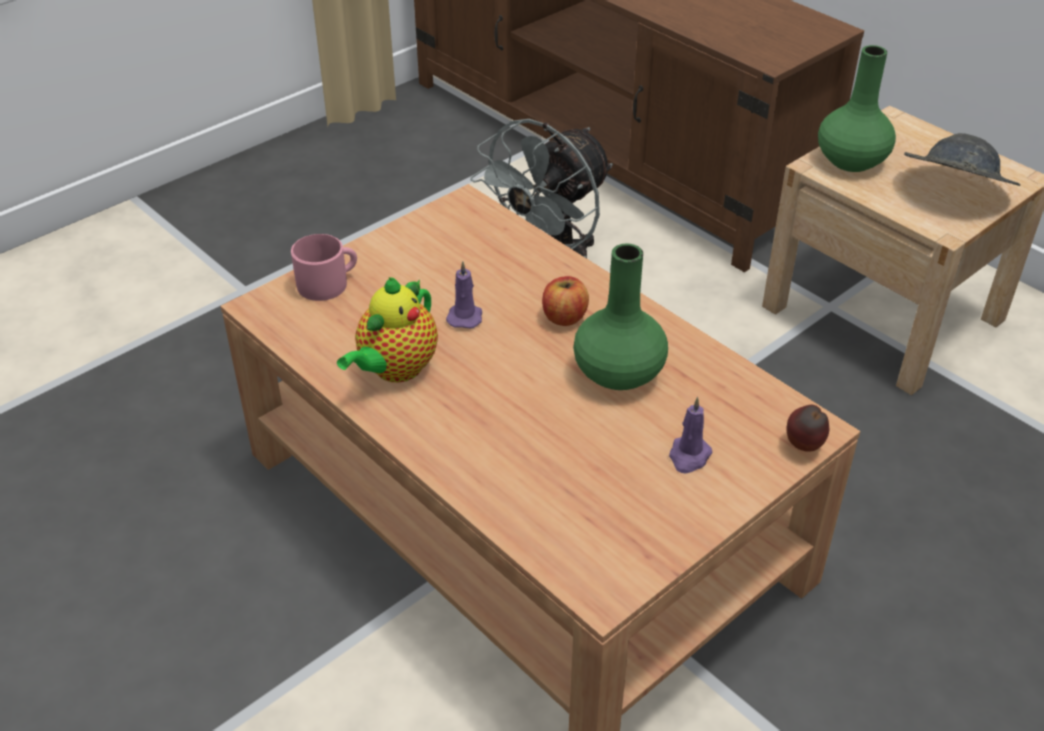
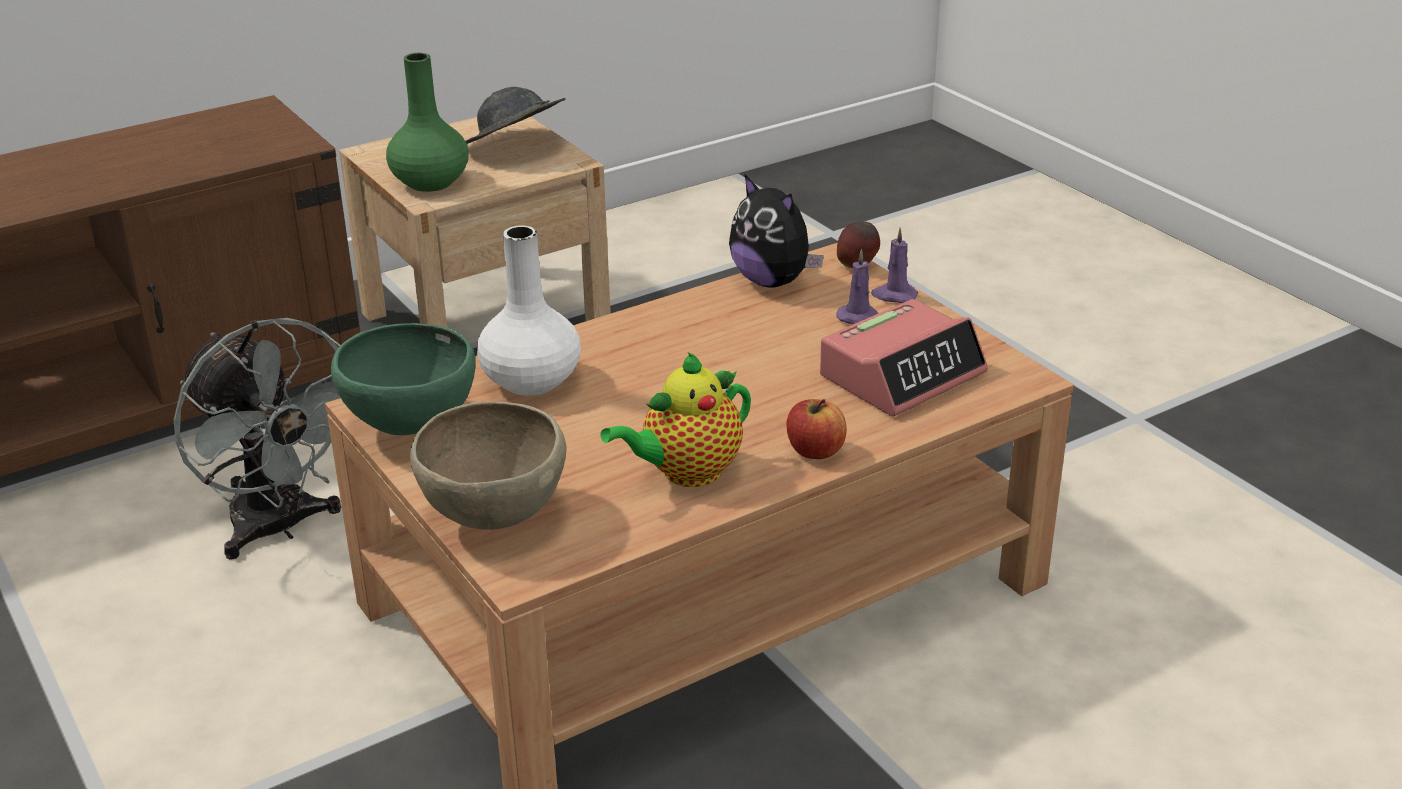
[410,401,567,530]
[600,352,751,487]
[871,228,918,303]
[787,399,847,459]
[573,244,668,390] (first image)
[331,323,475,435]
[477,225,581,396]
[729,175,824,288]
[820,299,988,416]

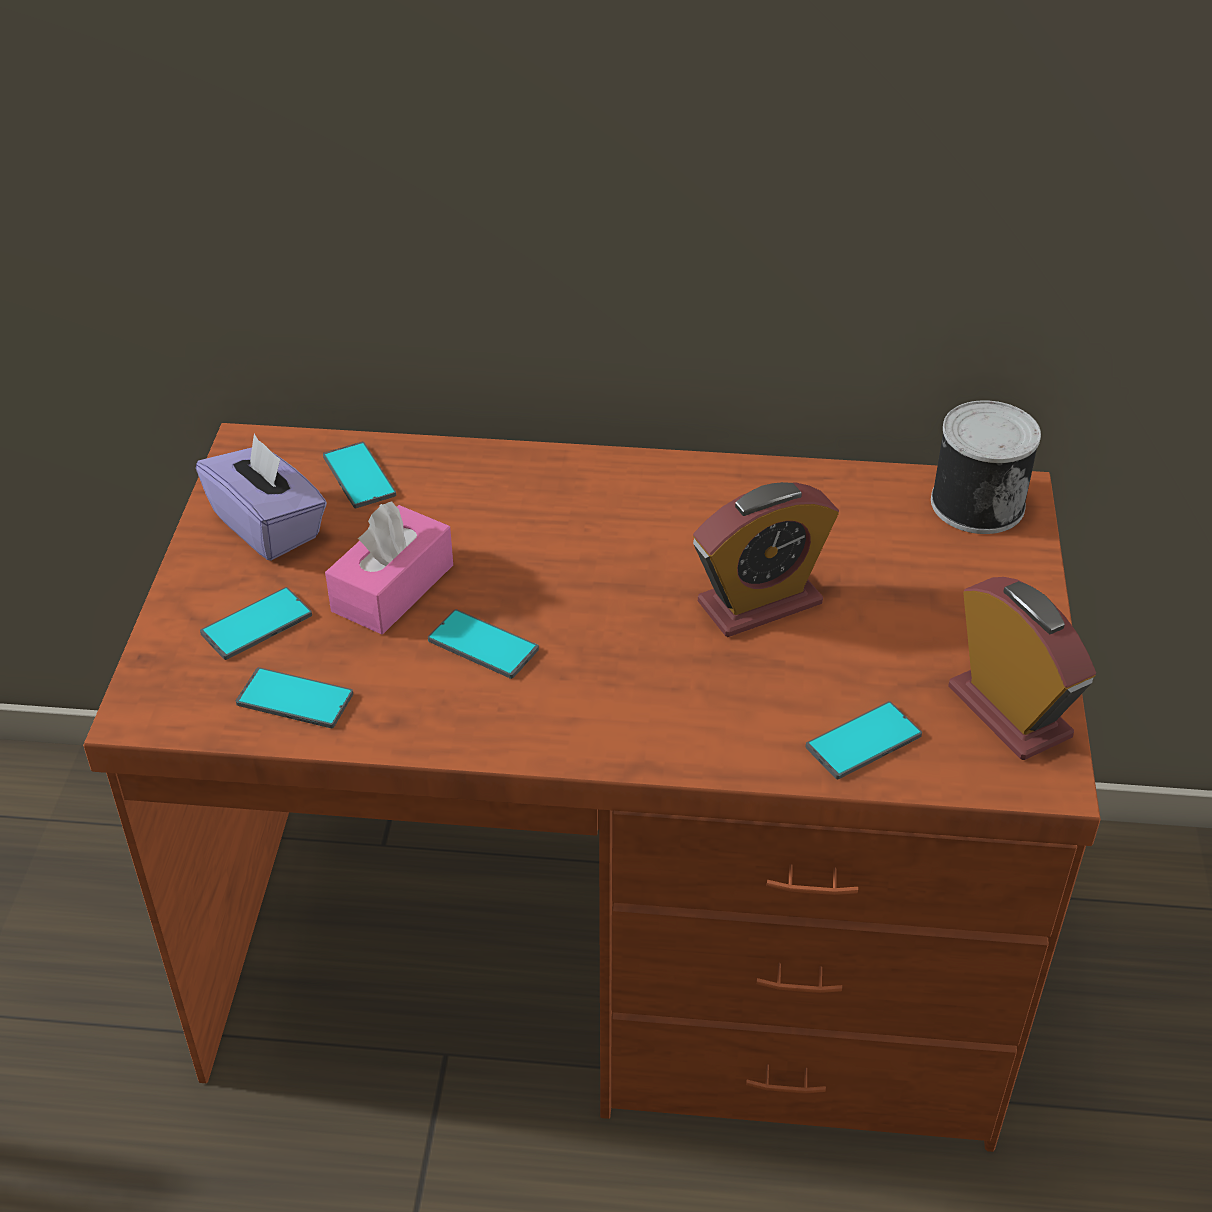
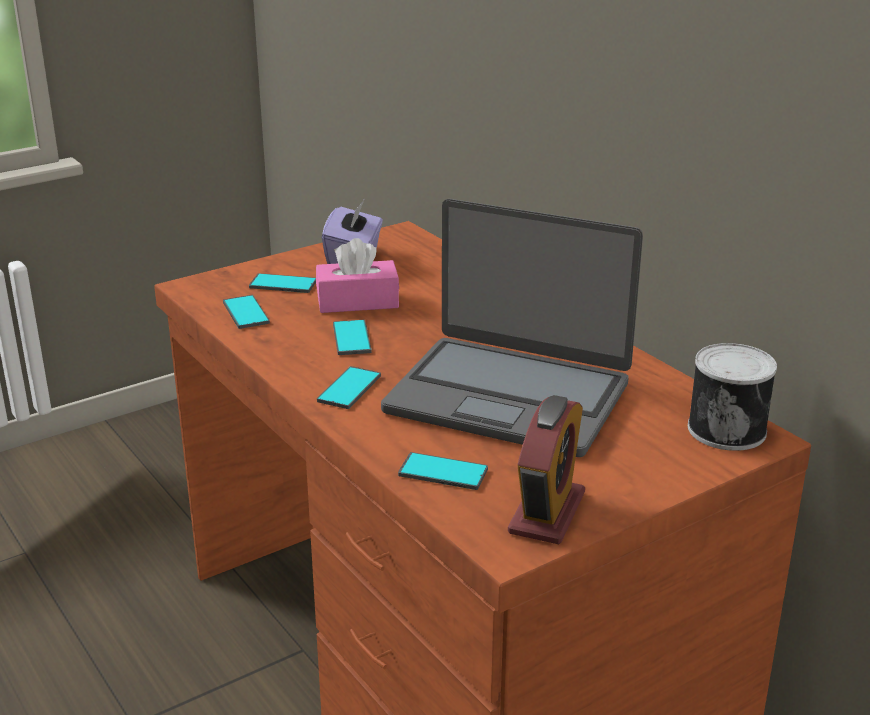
[317,366,381,409]
[381,199,643,457]

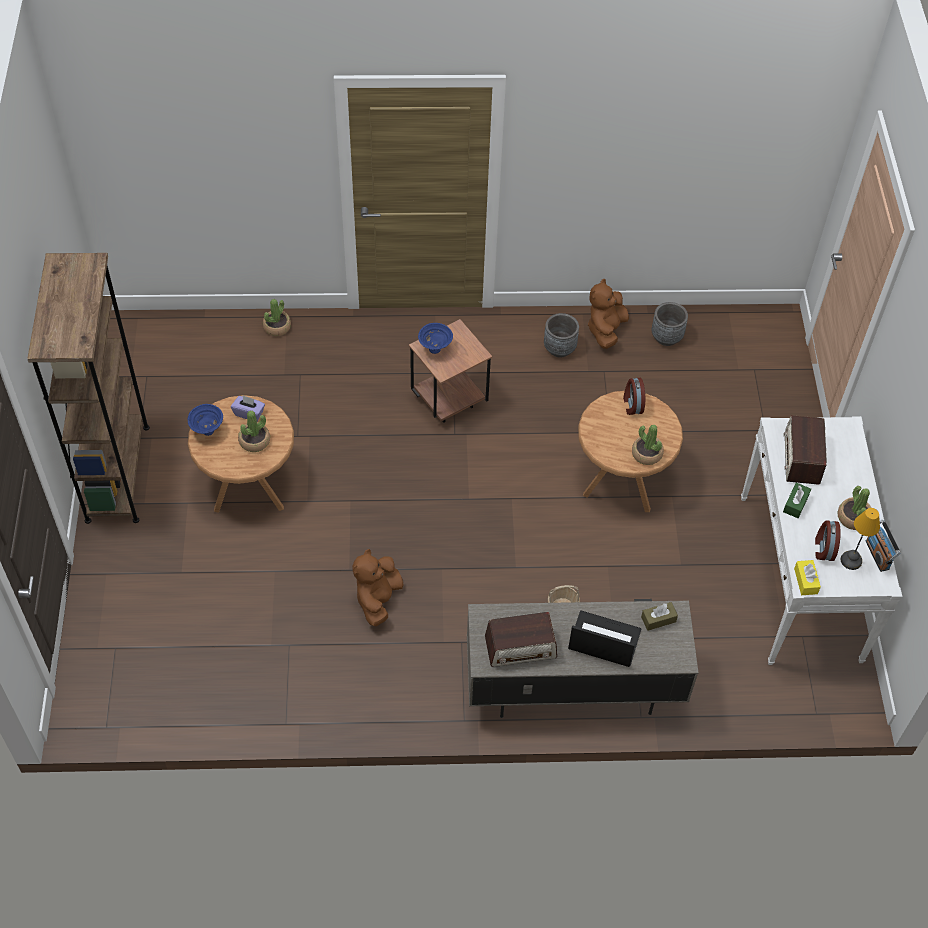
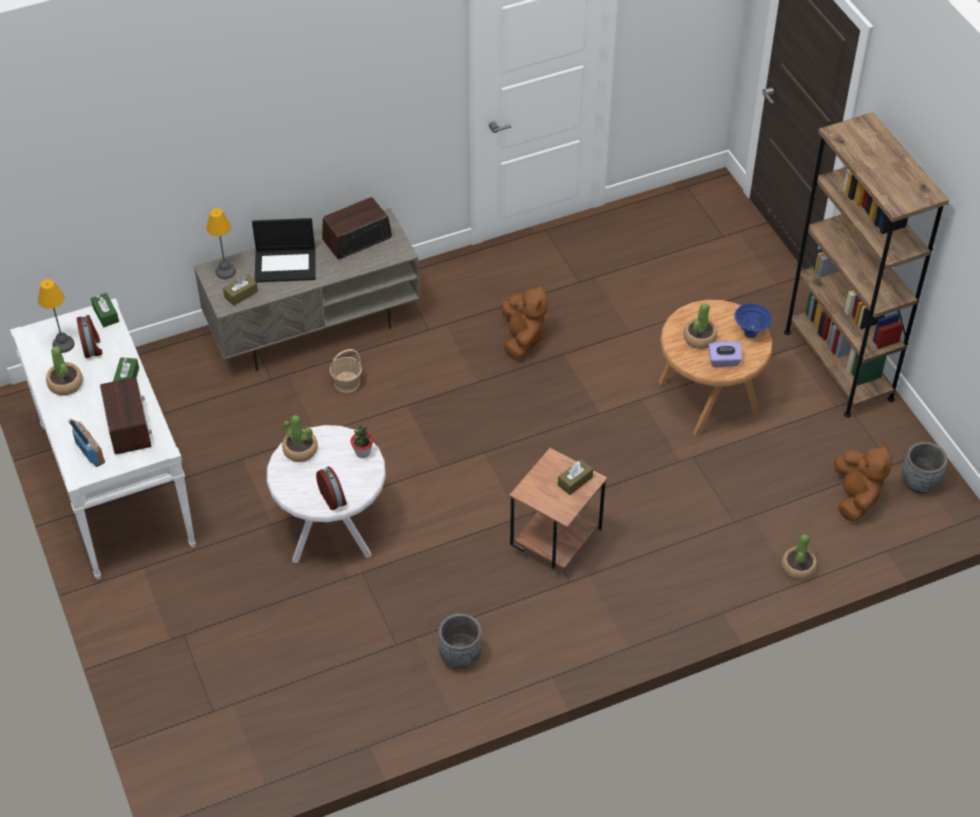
[558,459,593,495]
[267,425,386,563]
[834,442,892,521]
[902,442,948,494]
[91,293,119,328]
[68,418,105,467]
[207,208,236,279]
[351,425,373,458]

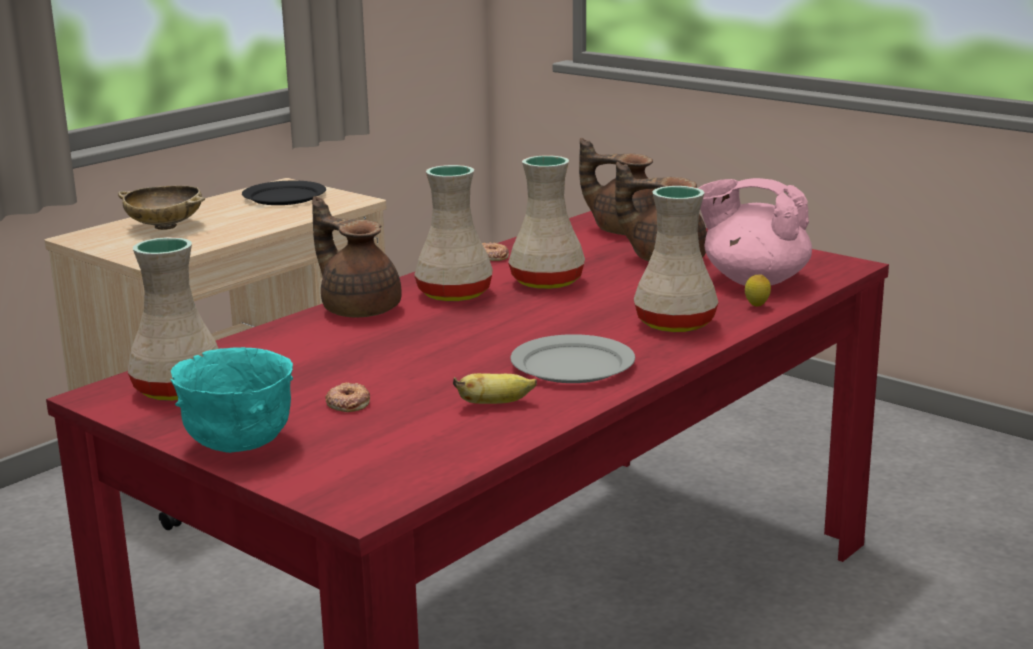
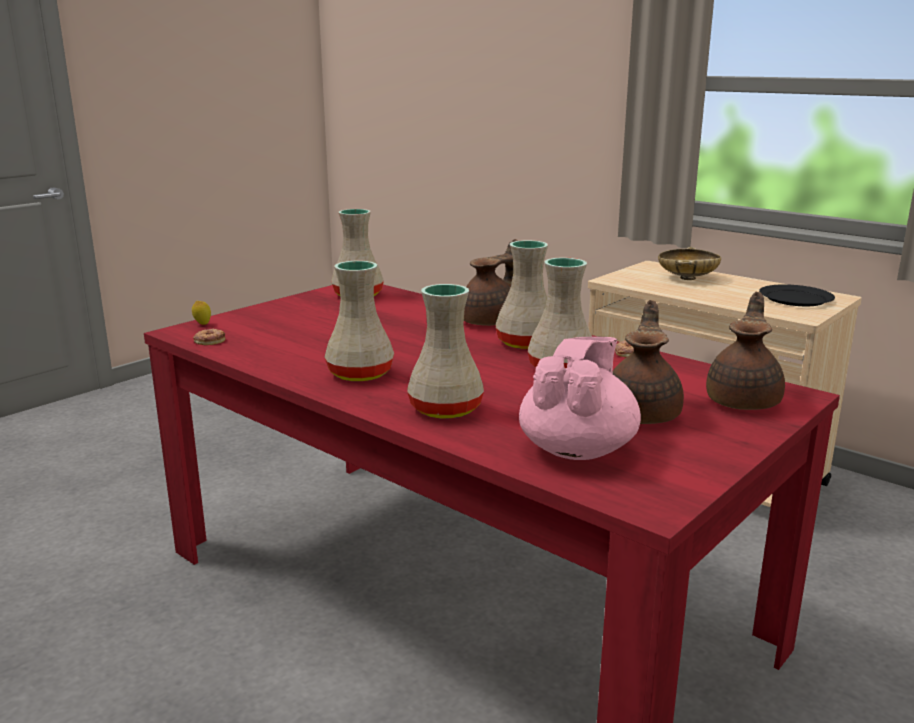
[171,347,293,453] (first image)
[193,328,225,345]
[453,373,537,404] (first image)
[325,261,394,381]
[192,301,211,325]

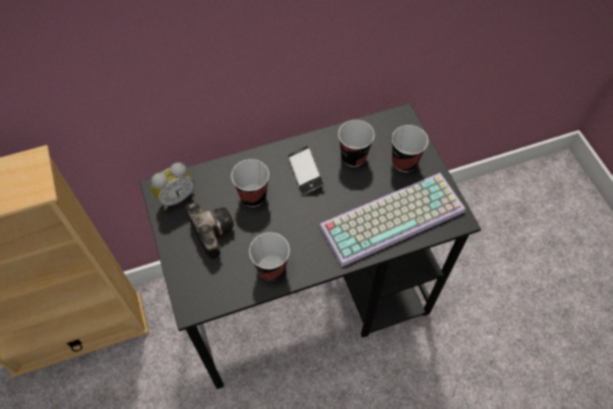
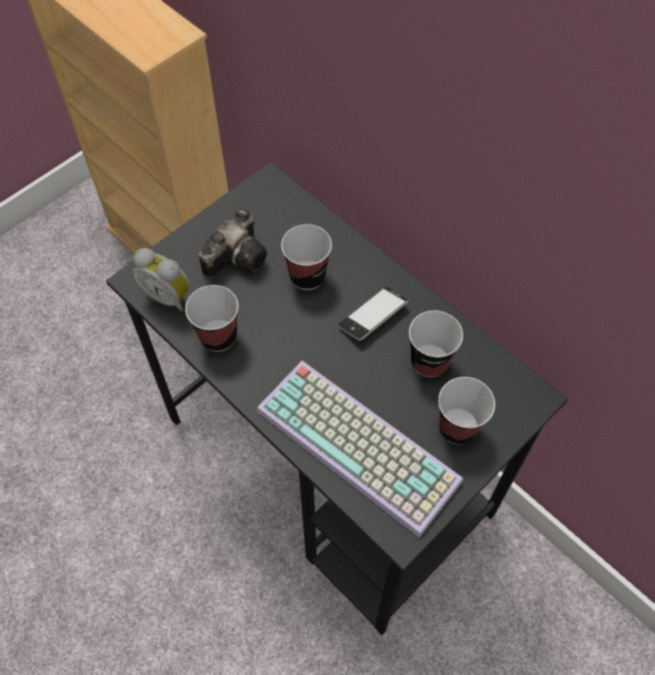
[132,248,190,312]

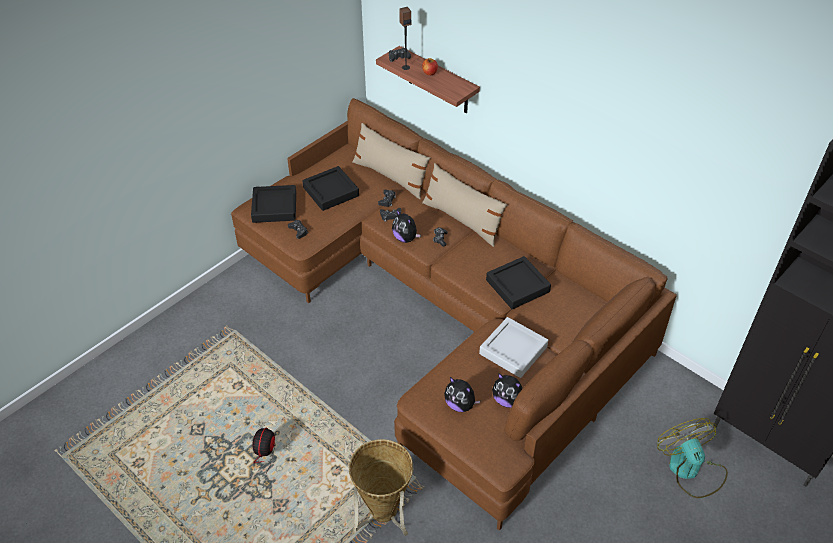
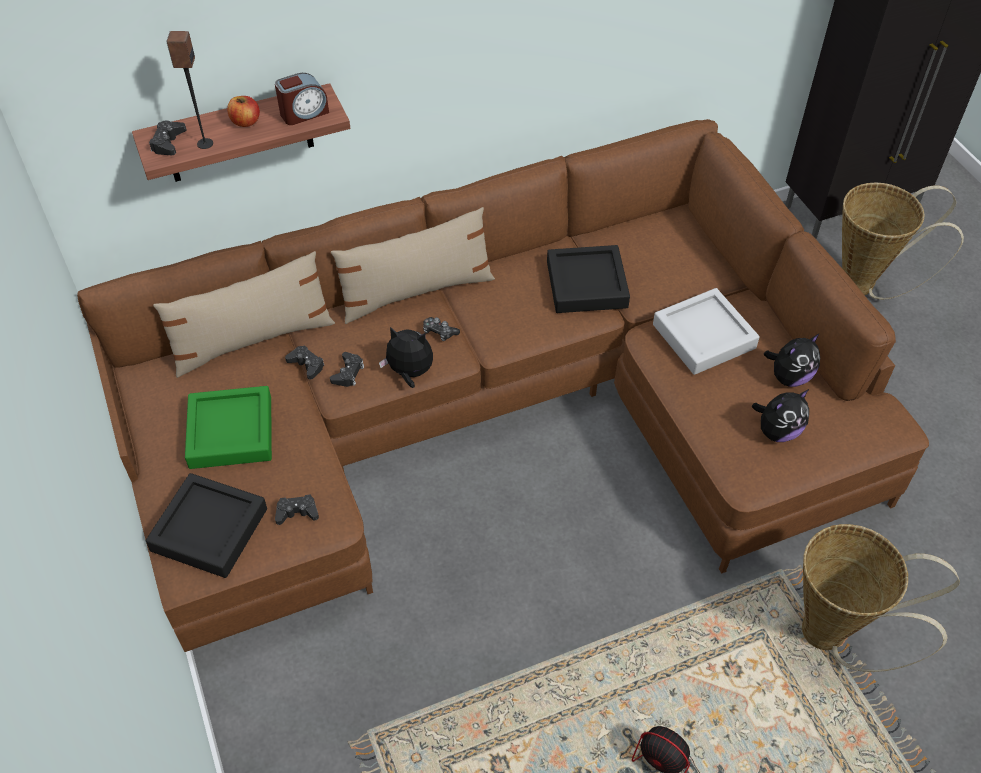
[185,386,272,469]
[379,327,433,388]
[842,183,964,300]
[275,73,329,125]

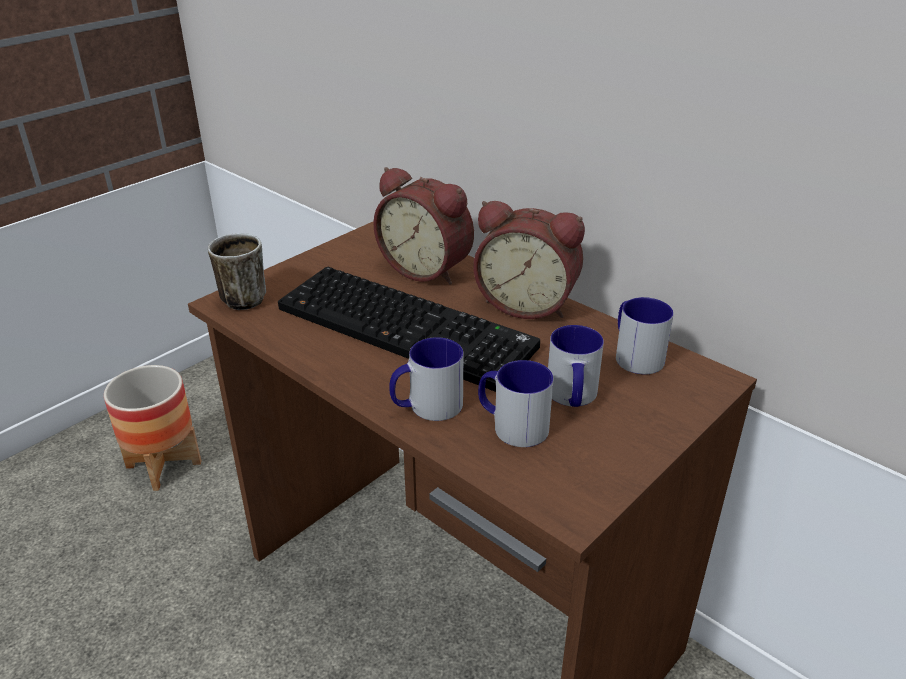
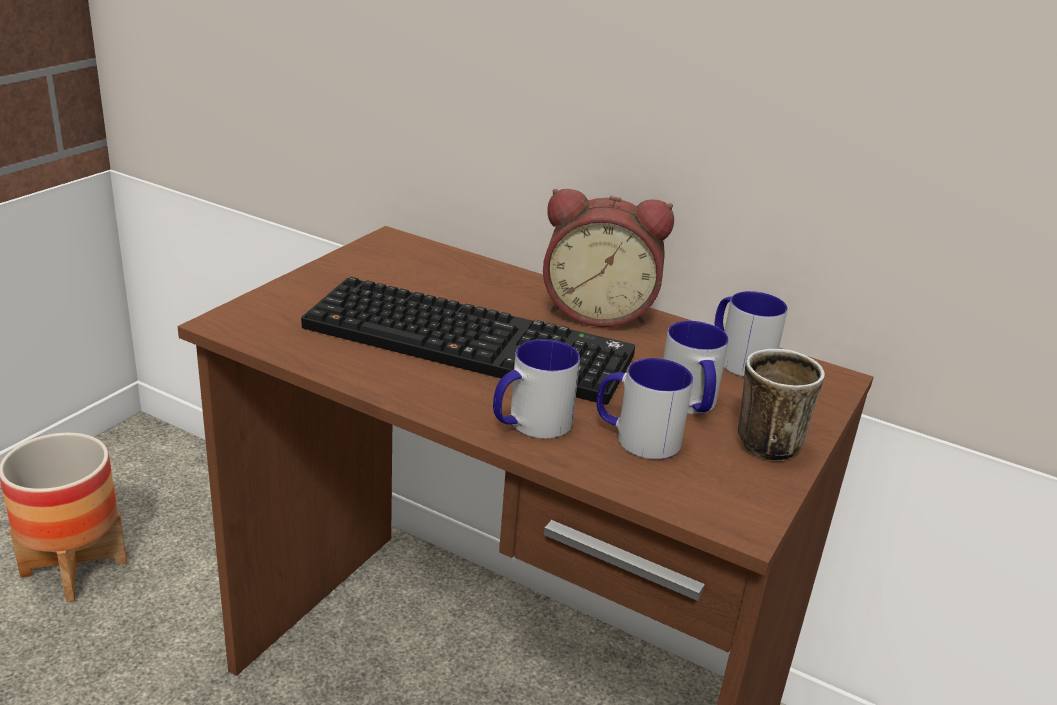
[738,349,825,461]
[373,167,474,285] (first image)

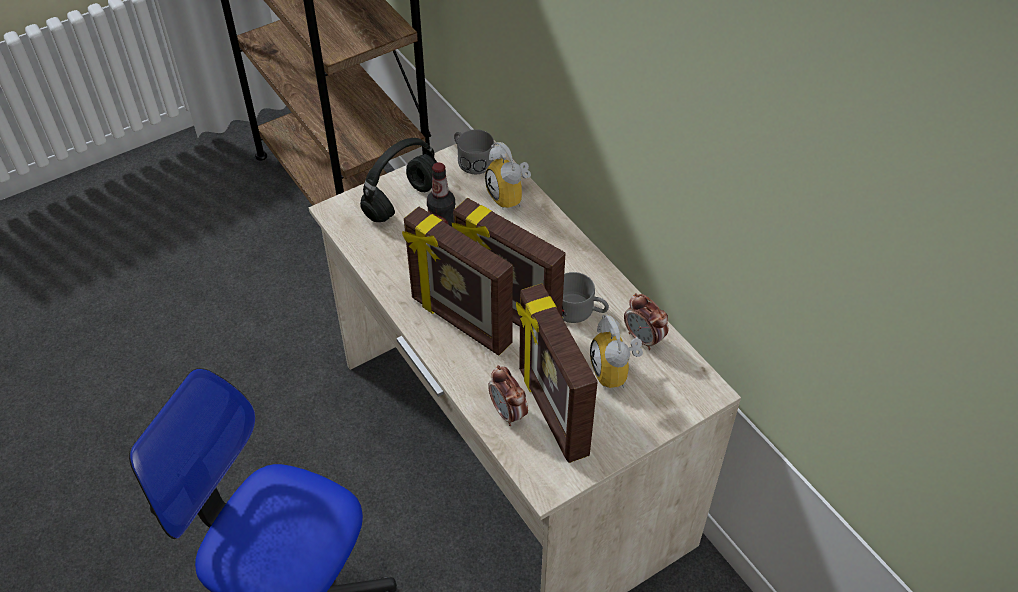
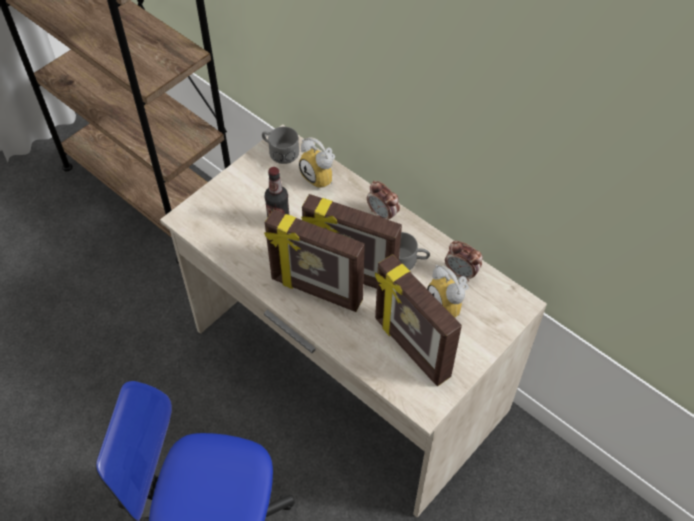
[360,138,438,222] (first image)
[367,181,400,220]

